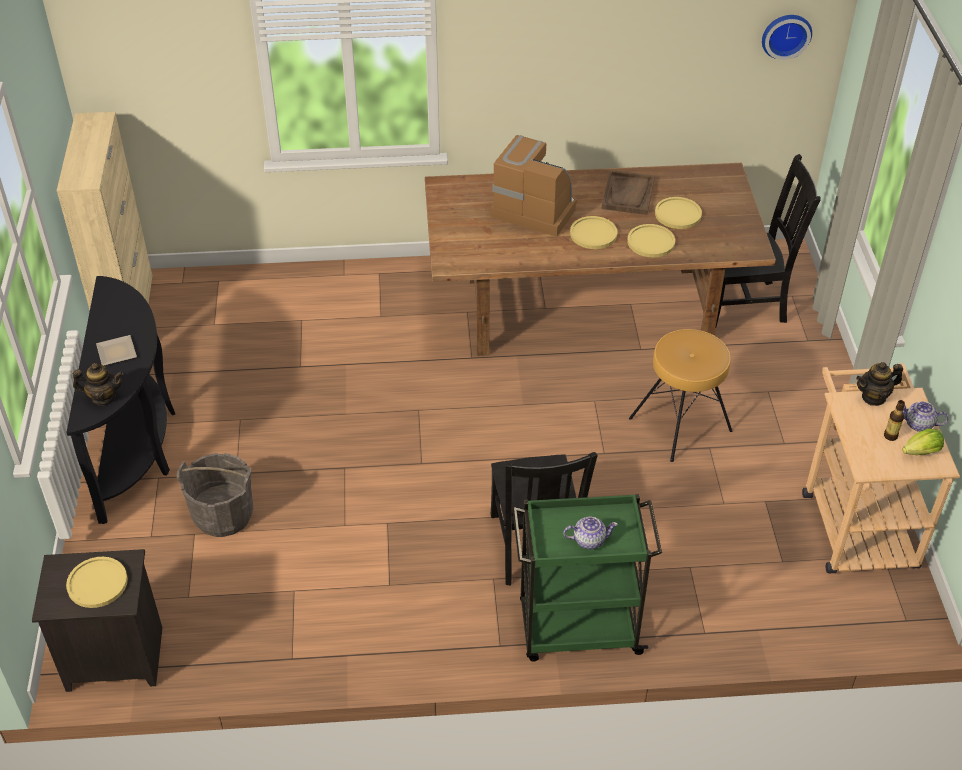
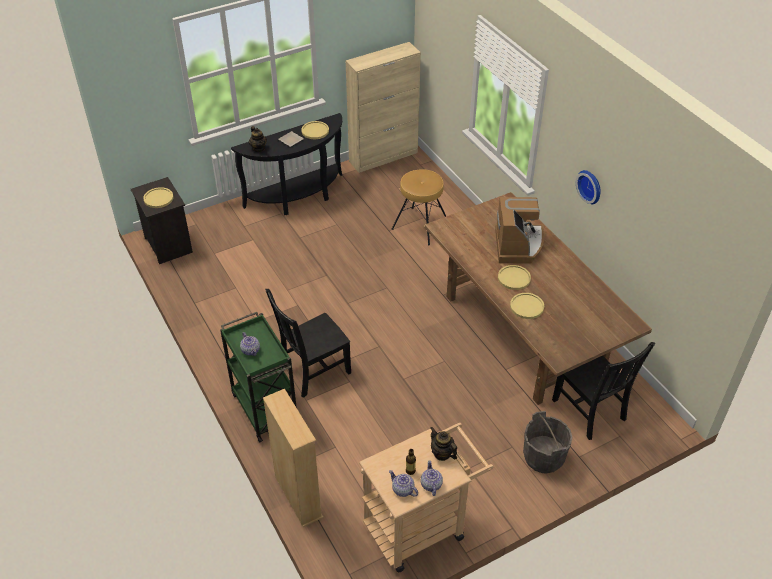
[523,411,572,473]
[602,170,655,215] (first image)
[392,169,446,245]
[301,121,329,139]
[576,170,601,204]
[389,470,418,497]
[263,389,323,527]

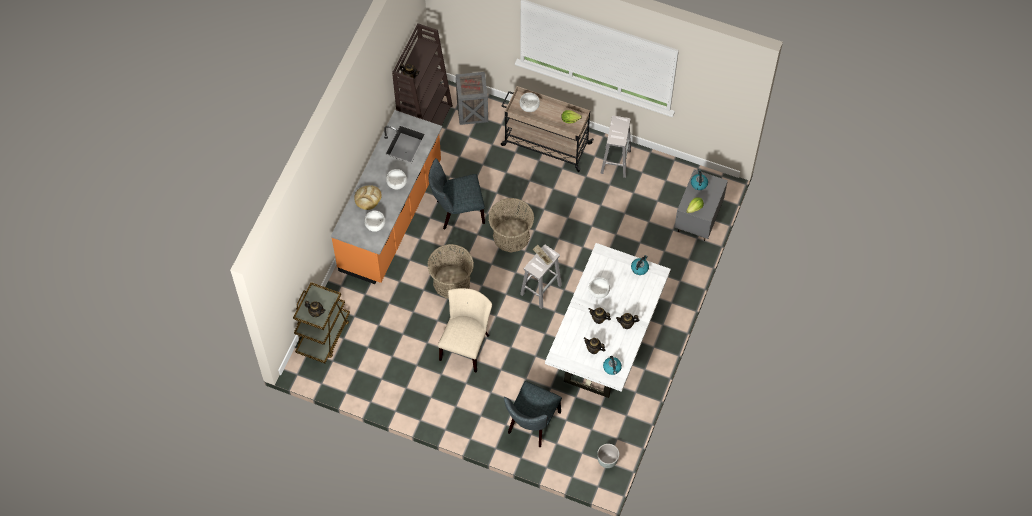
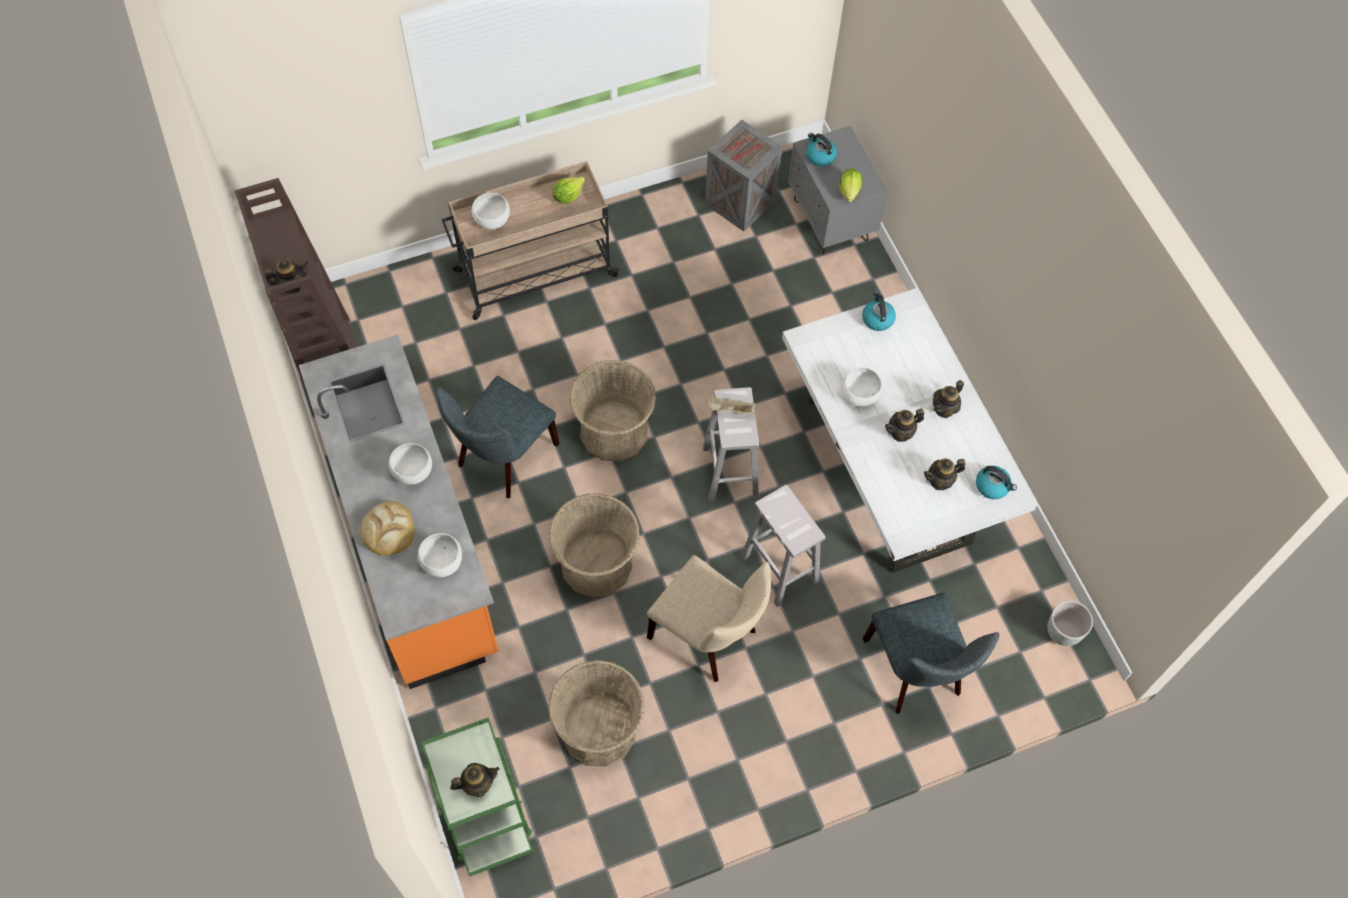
[421,717,533,877]
[647,555,771,682]
[705,120,783,231]
[741,485,826,607]
[548,660,645,766]

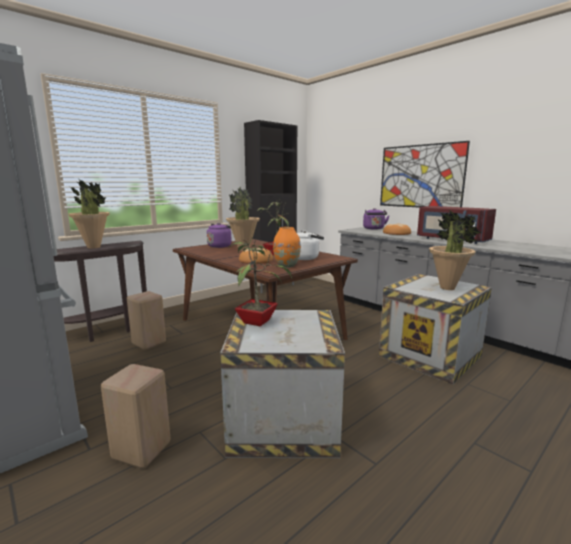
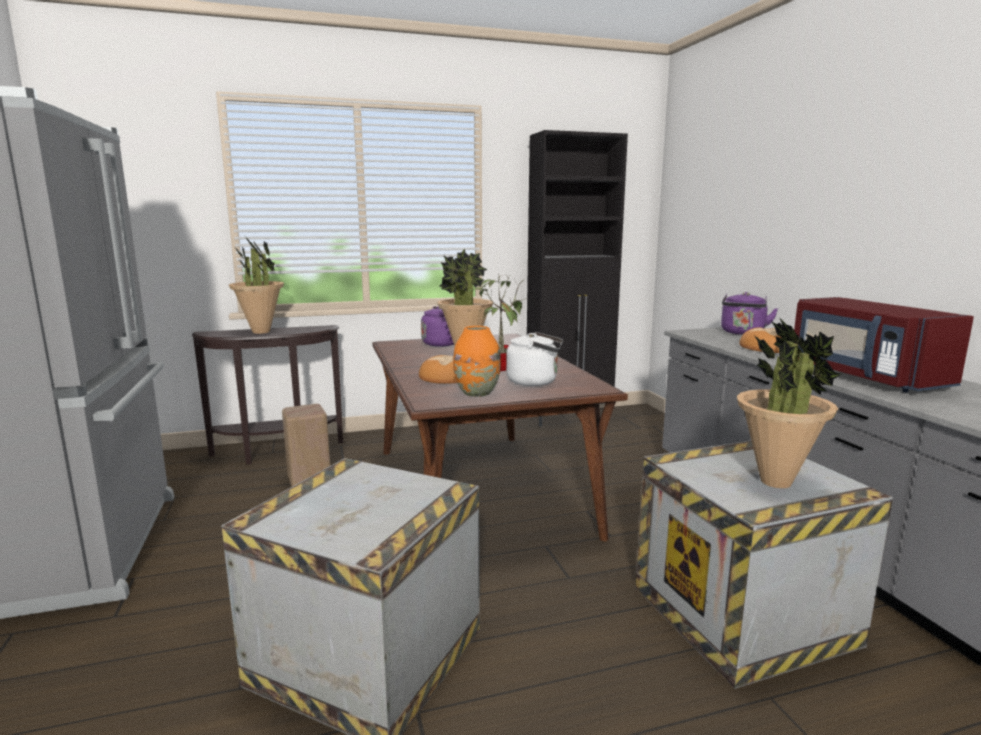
[101,364,171,469] (first image)
[229,238,292,326] (first image)
[380,141,470,208] (first image)

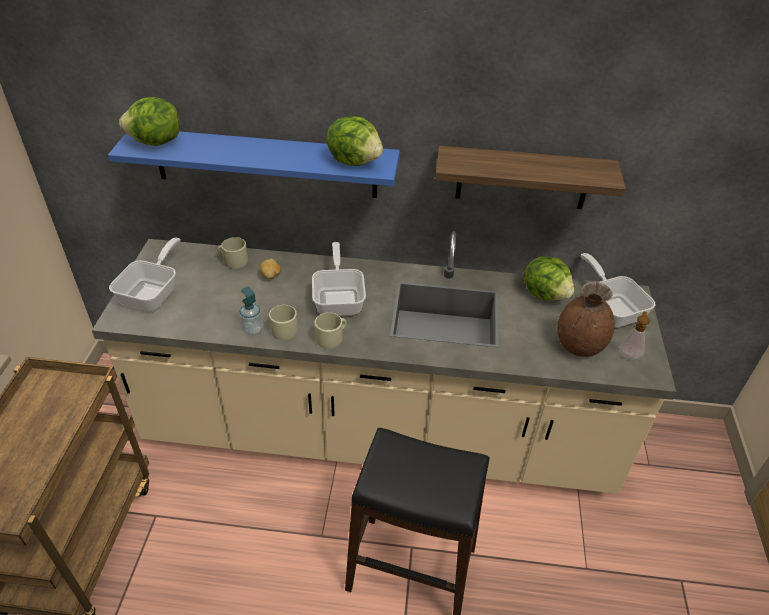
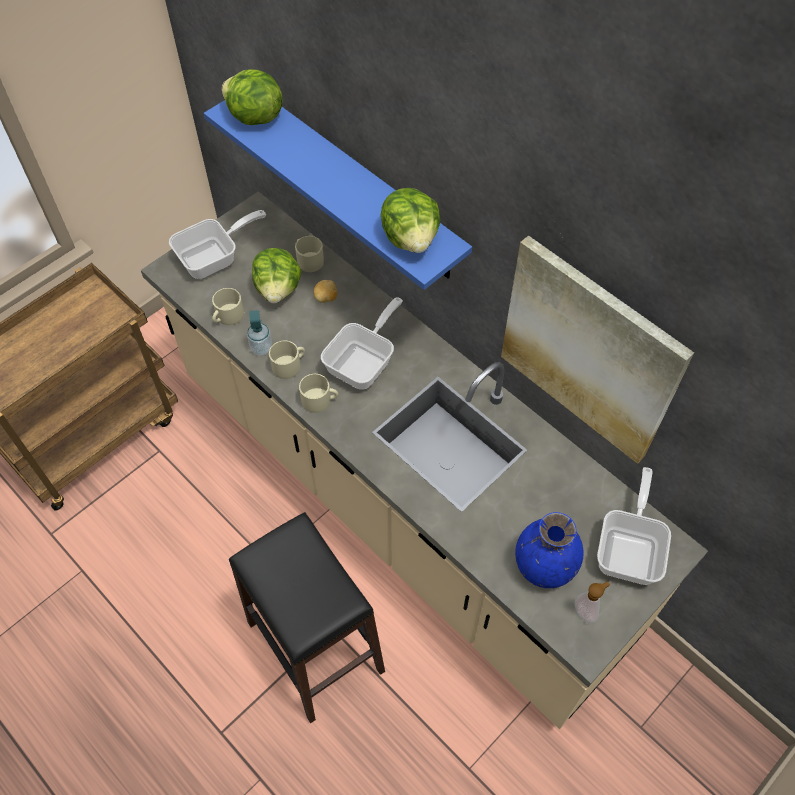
[501,236,694,464]
[252,248,302,303]
[515,512,584,588]
[212,288,244,325]

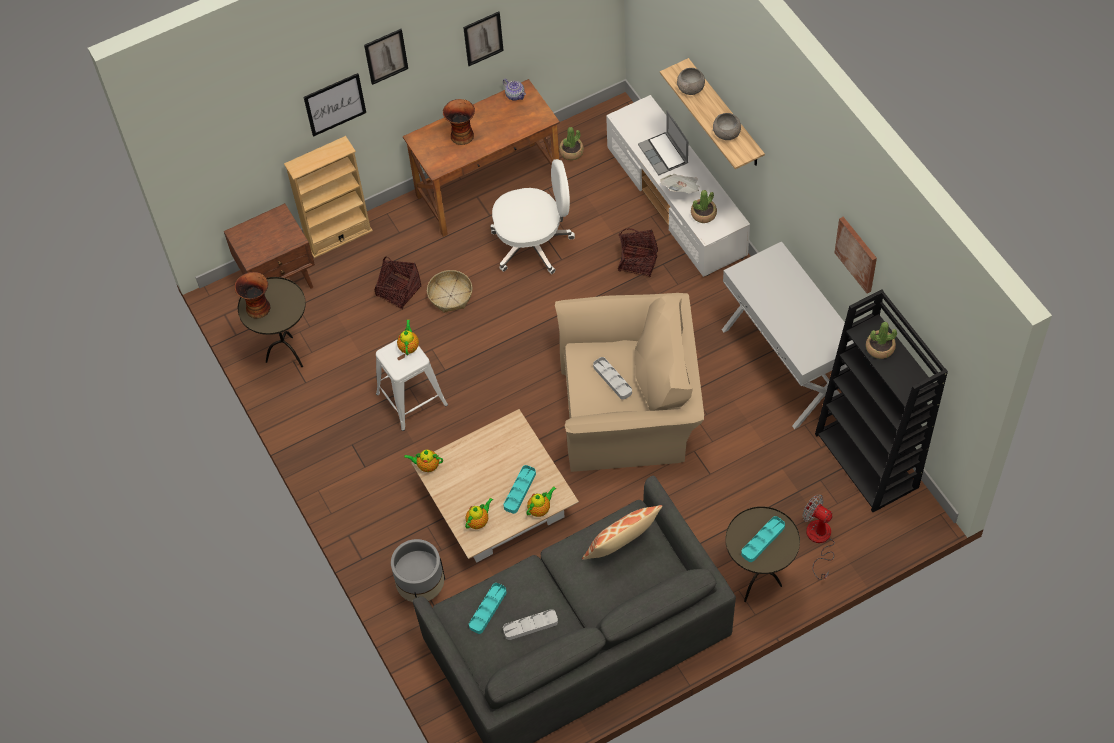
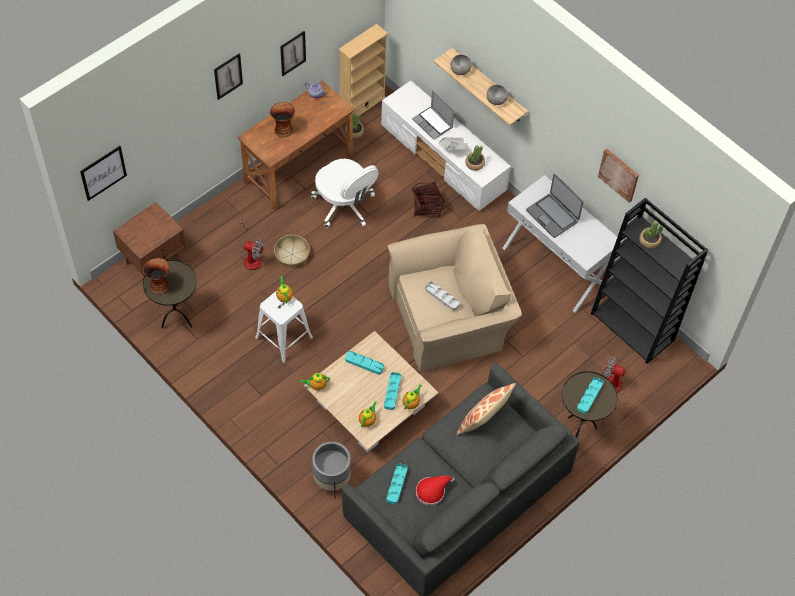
[339,24,388,117]
[80,146,127,201]
[239,219,264,270]
[311,159,378,228]
[416,476,455,506]
[345,351,384,375]
[526,174,583,238]

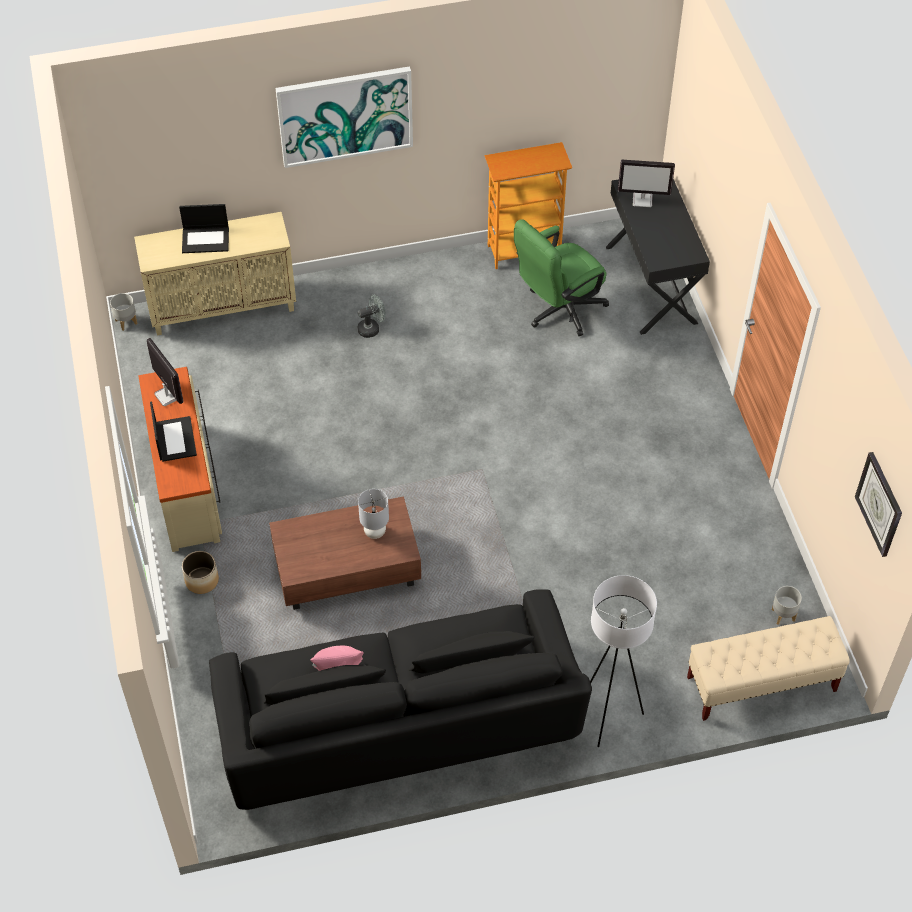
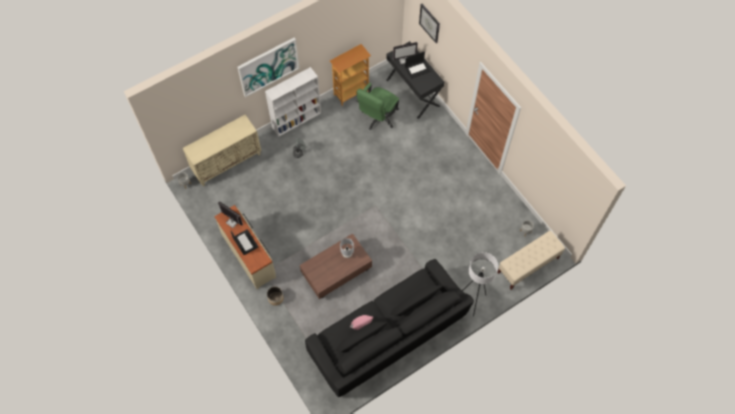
[405,51,430,79]
[419,4,440,43]
[265,67,321,136]

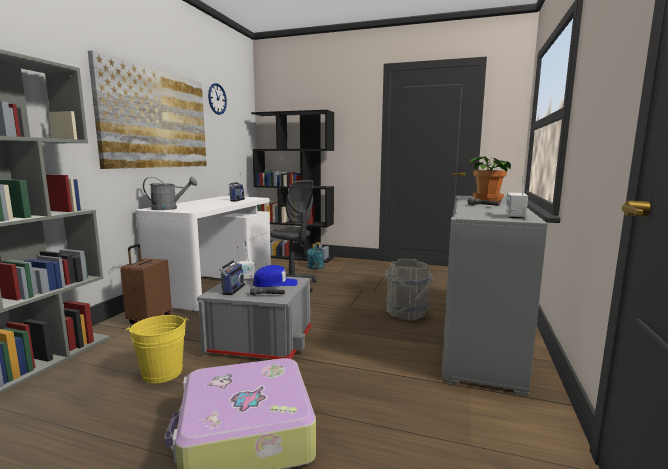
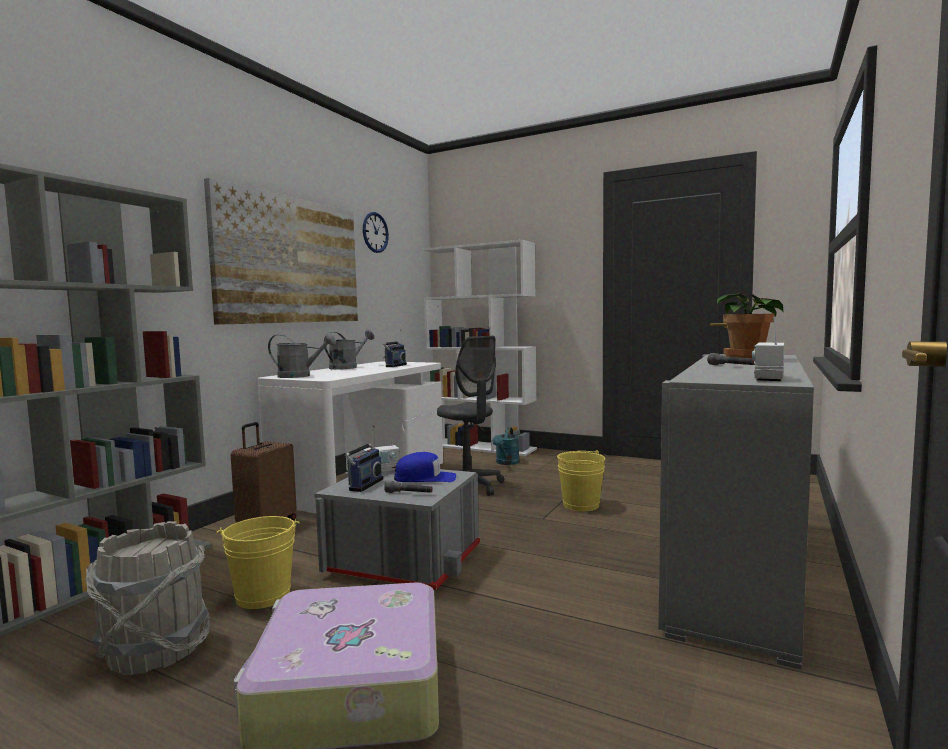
[422,240,537,456]
[85,521,210,676]
[324,330,374,370]
[557,450,605,511]

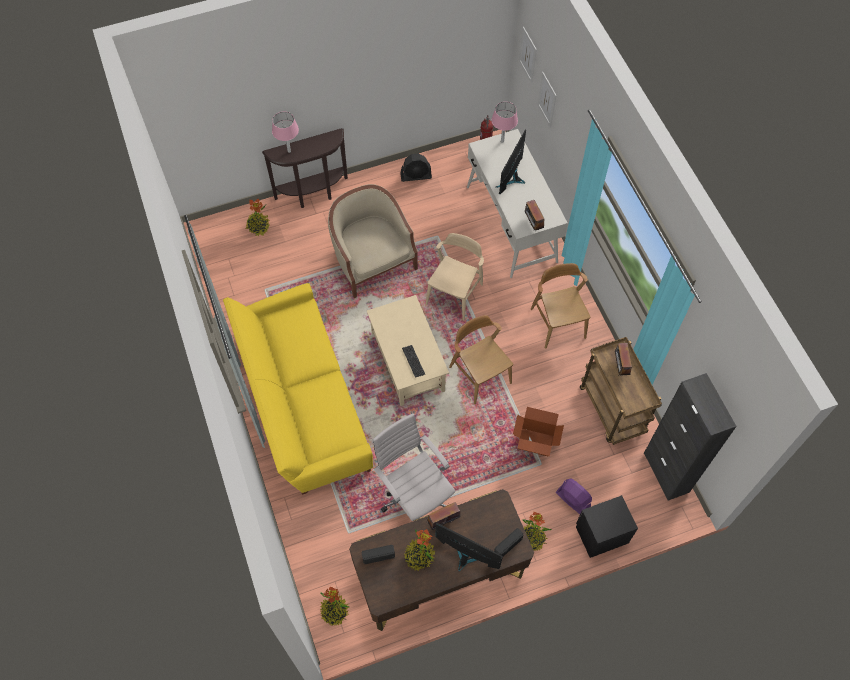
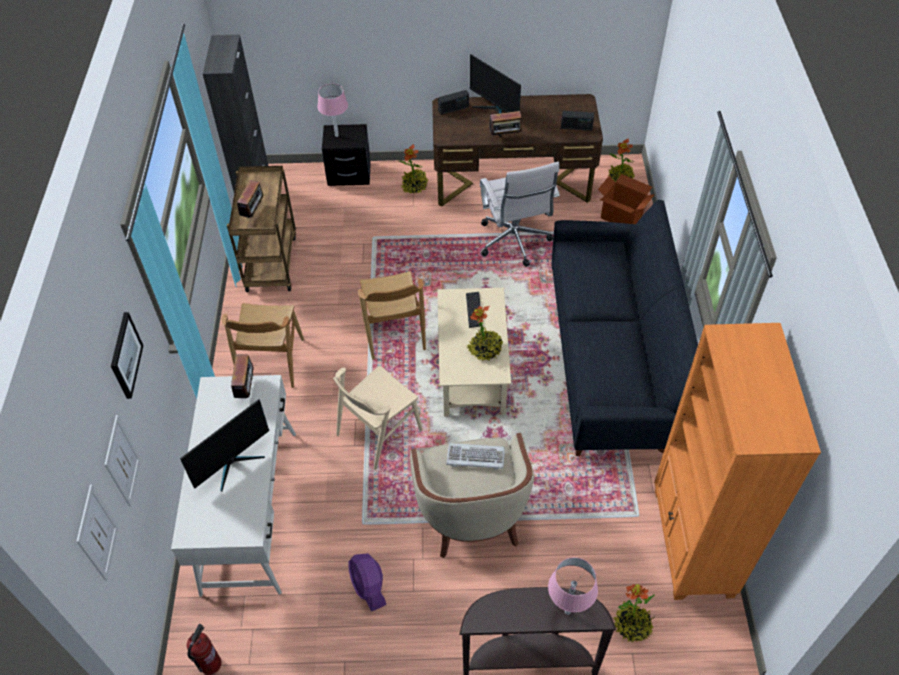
[551,200,698,456]
[400,154,432,182] (first image)
[467,306,503,361]
[317,84,348,137]
[598,174,655,224]
[348,553,386,612]
[111,312,143,399]
[447,443,505,470]
[654,323,821,600]

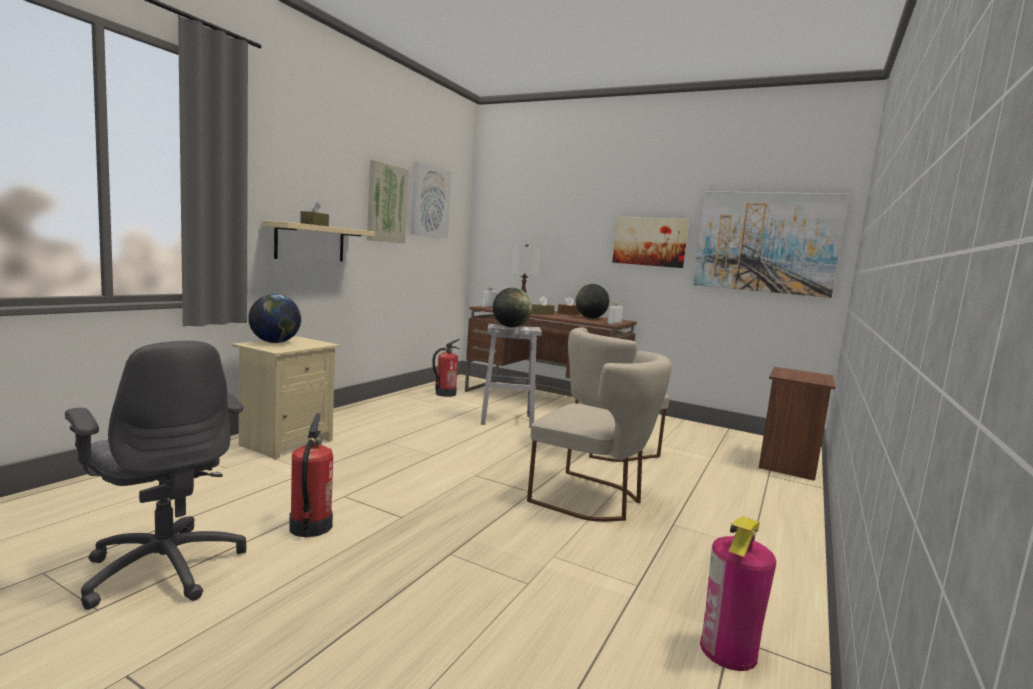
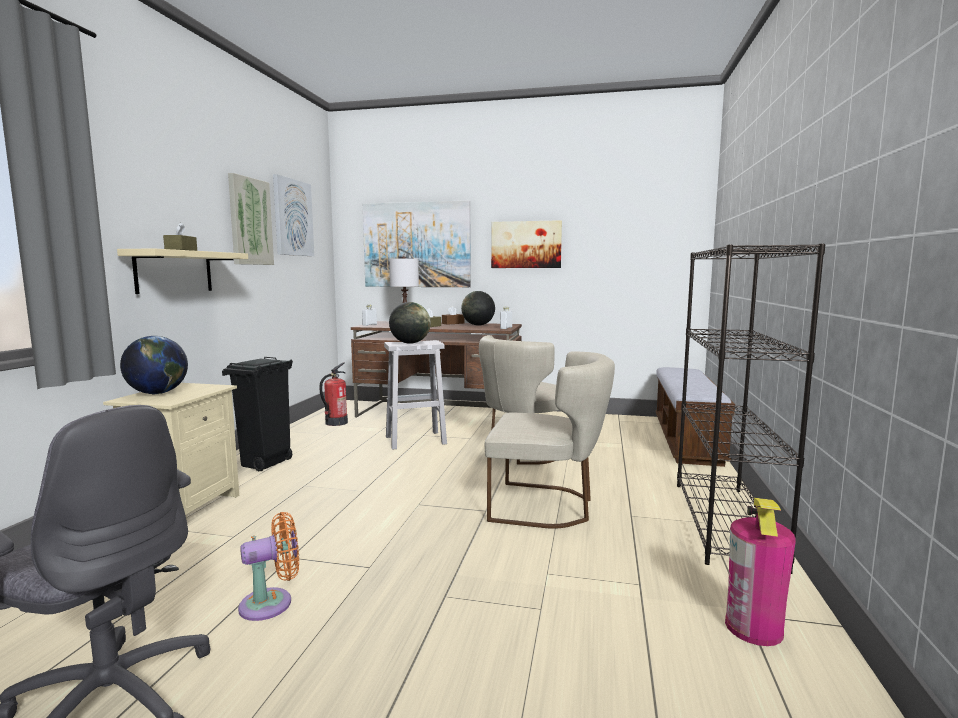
[238,512,299,621]
[363,201,471,287]
[655,367,735,467]
[222,357,293,471]
[677,244,825,574]

